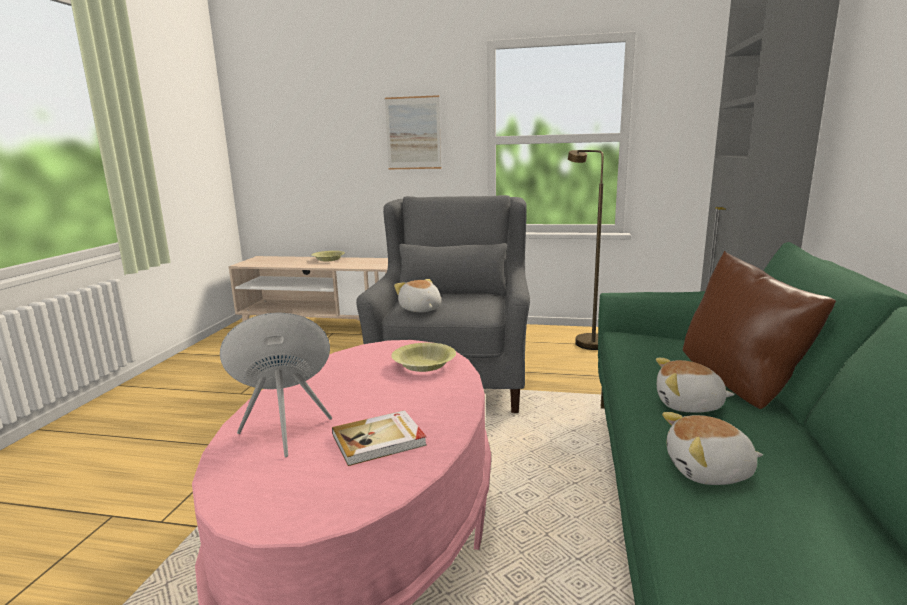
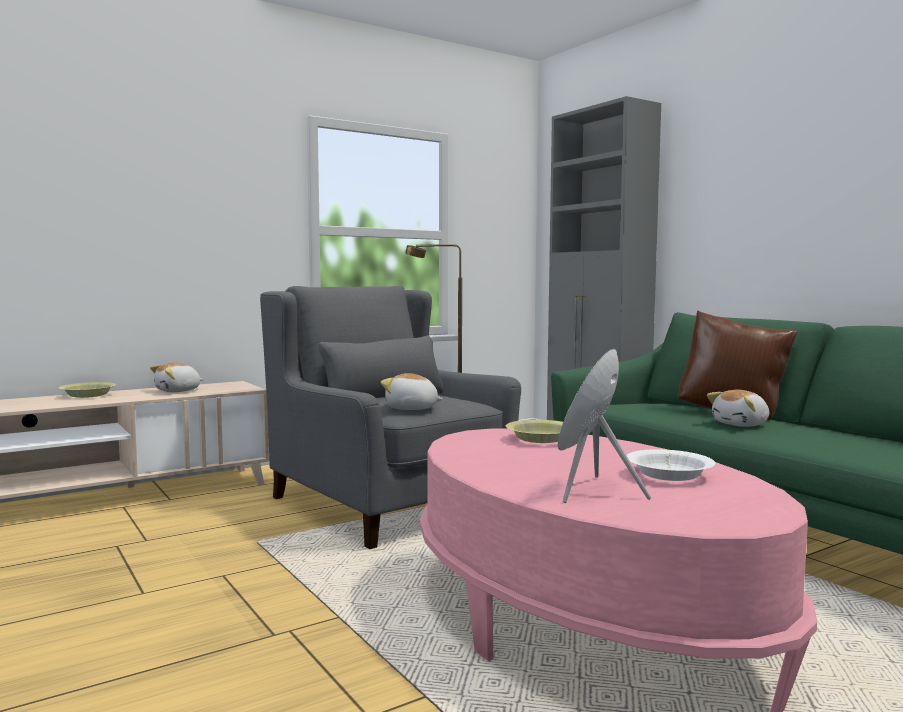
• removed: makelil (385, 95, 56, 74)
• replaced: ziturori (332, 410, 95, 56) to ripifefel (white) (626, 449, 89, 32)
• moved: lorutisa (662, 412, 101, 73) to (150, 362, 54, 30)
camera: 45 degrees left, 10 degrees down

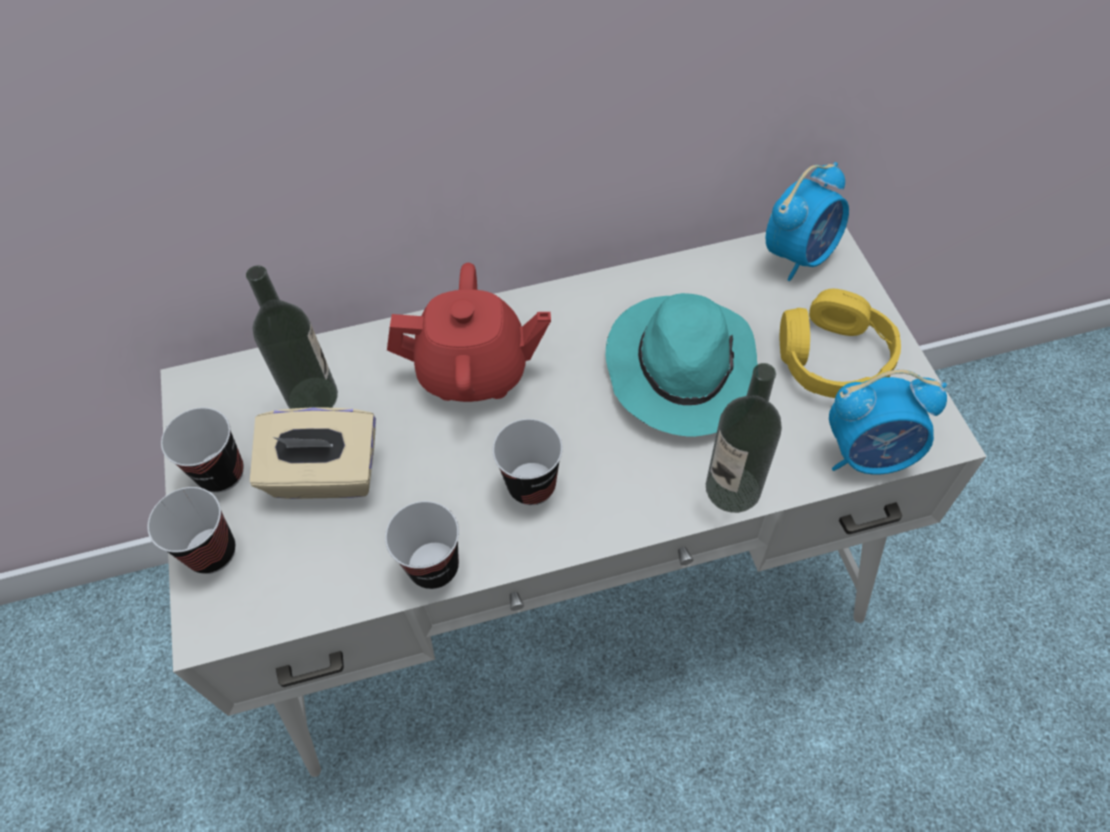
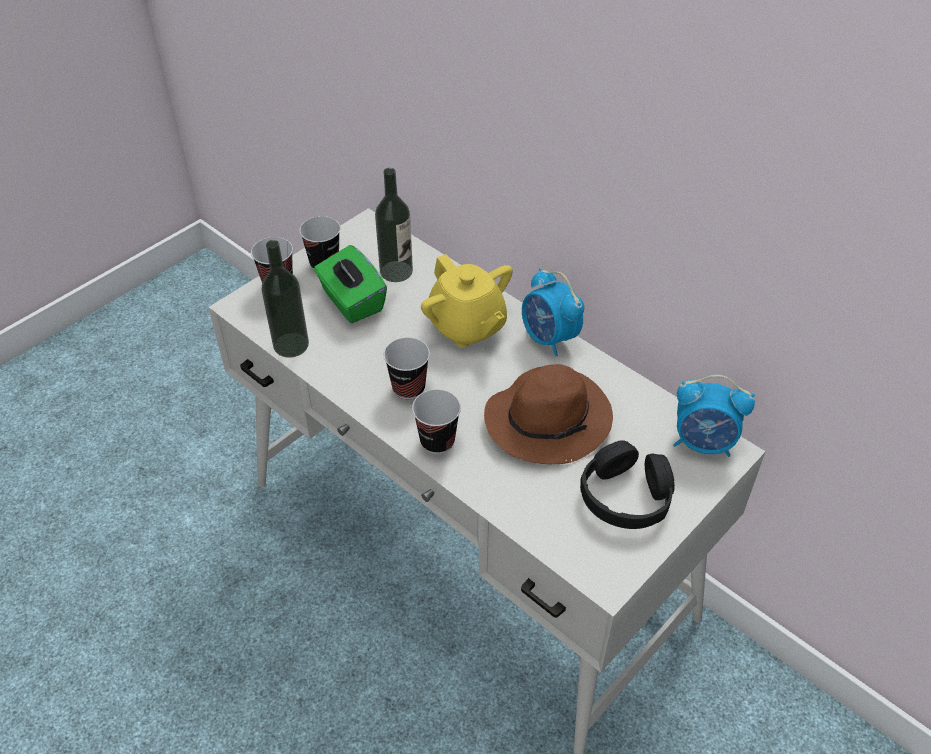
• recoloured: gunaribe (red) (387, 263, 164, 139) to gunaribe (yellow) (421, 254, 92, 94)
• recoloured: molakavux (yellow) (780, 289, 121, 109) to molakavux (black) (580, 440, 95, 89)
• recoloured: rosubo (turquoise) (606, 293, 152, 144) to rosubo (brown) (484, 364, 129, 100)
• moved: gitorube (706, 363, 76, 150) to (261, 240, 48, 118)
• moved: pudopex (829, 369, 118, 106) to (522, 269, 62, 87)
• recoloured: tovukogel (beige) (250, 407, 126, 92) to tovukogel (green) (314, 245, 73, 78)
• moved: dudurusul (385, 501, 74, 88) to (412, 389, 49, 65)
camera: 55 degrees right, 10 degrees down

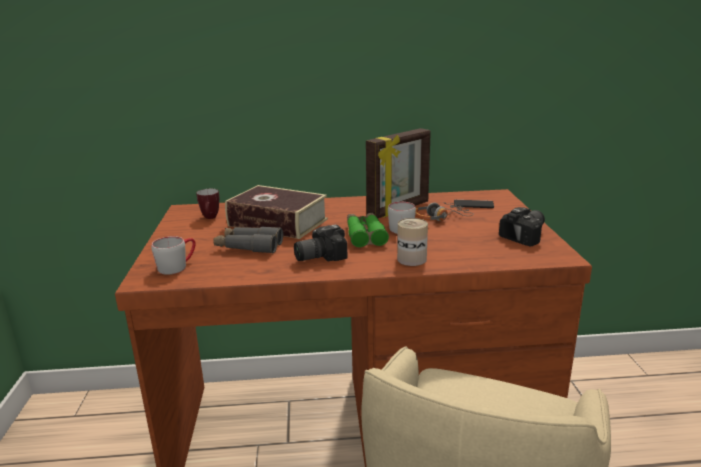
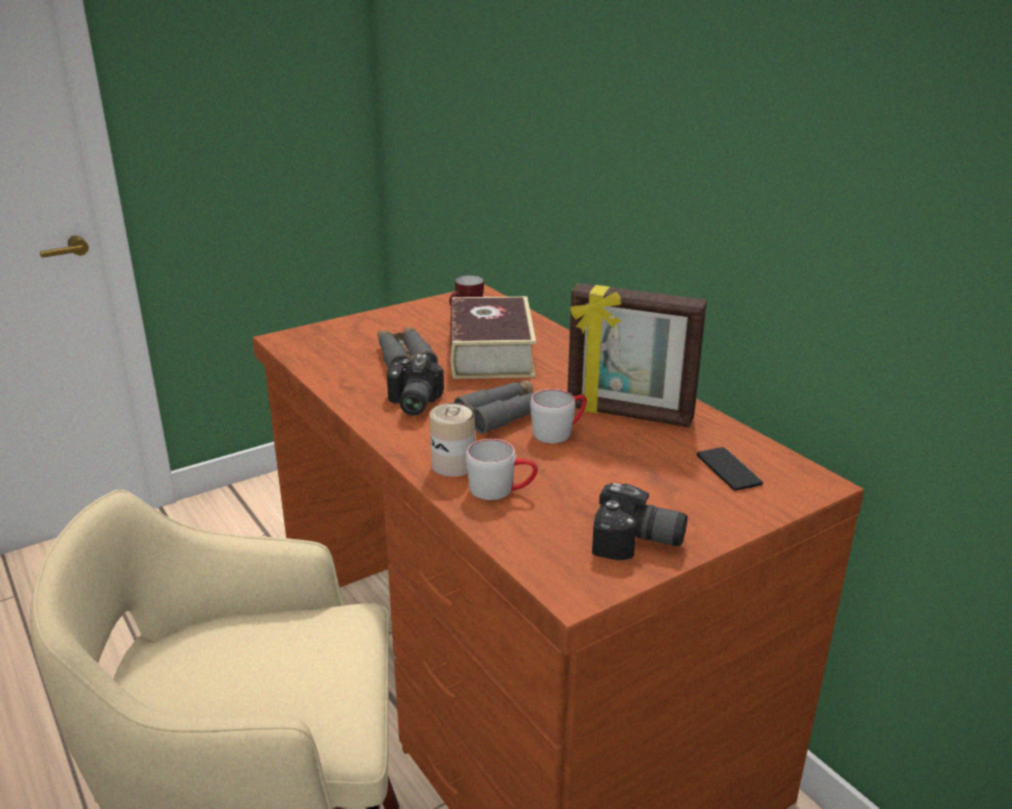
• removed: molakavux (415, 202, 59, 19)
• recoloured: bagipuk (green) (347, 213, 42, 35) to bagipuk (grey) (454, 380, 81, 54)
• turned: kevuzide (294, 224, 54, 37) = (387, 354, 57, 62) 120 degrees counterclockwise
• moved: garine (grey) (151, 236, 45, 39) to (466, 439, 72, 61)
camera: 60 degrees right, 5 degrees up

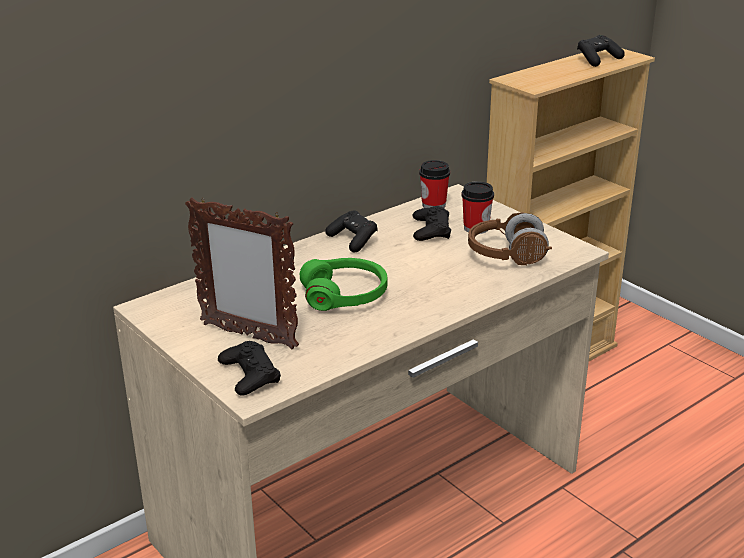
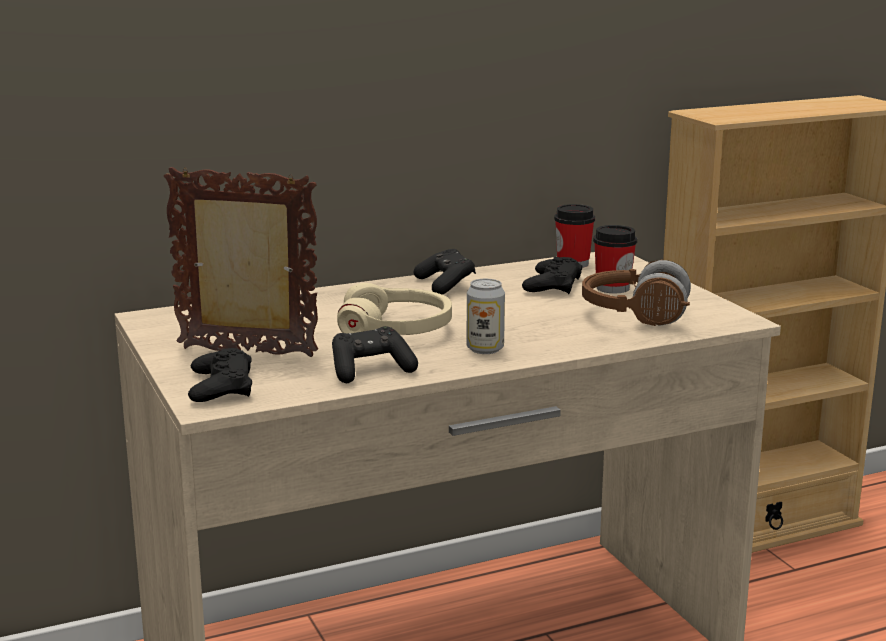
• moved: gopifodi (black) (577, 35, 48, 32) to (332, 326, 86, 57)
• turned: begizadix (185, 197, 114, 152) = (164, 167, 154, 190) 150 degrees clockwise
• recoloured: molakavux (green) (300, 258, 87, 53) to molakavux (beige) (337, 283, 115, 52)
• added: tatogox (467, 279, 38, 75)
camera: 15 degrees right, 10 degrees down

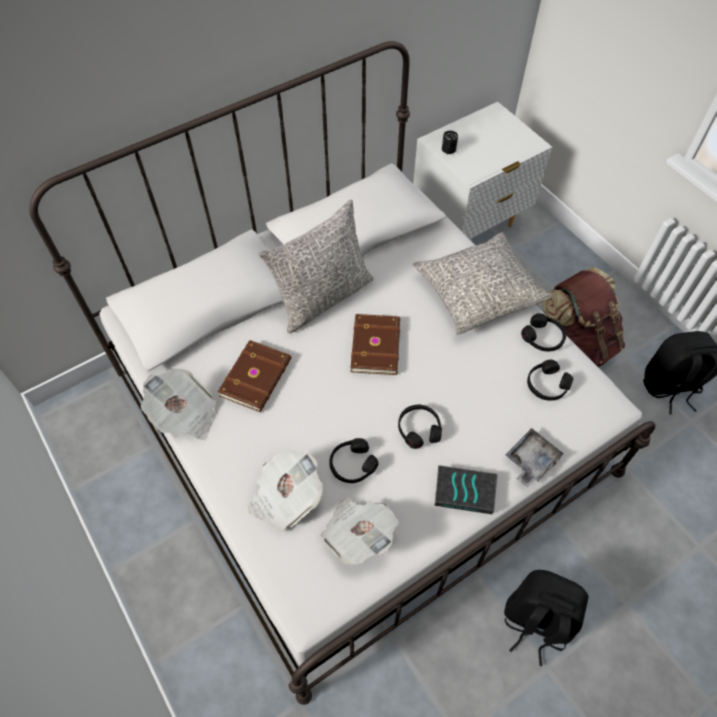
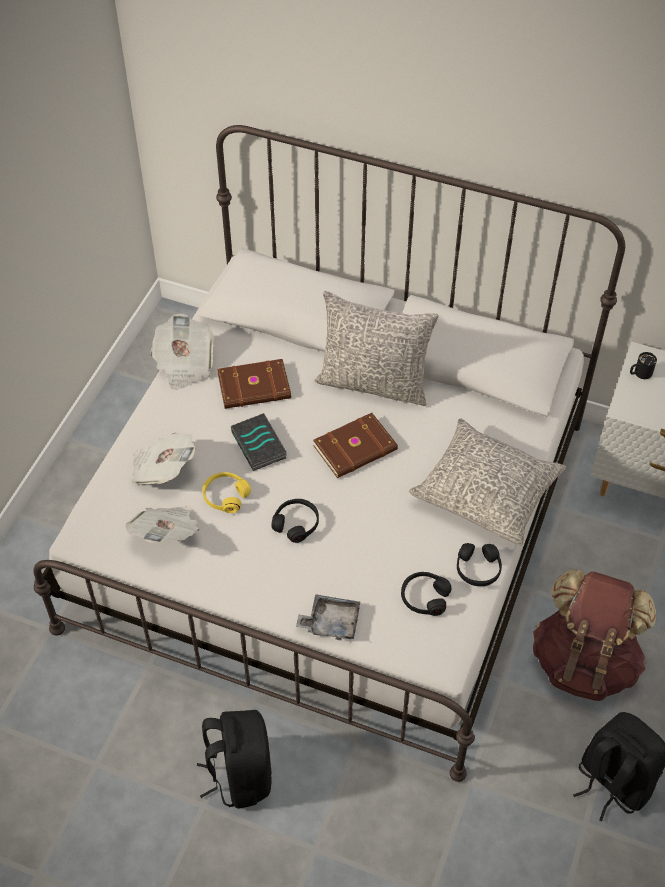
• recoloured: molakavux (black) (329, 438, 50, 45) to molakavux (yellow) (202, 472, 49, 41)
• moved: ziturori (434, 465, 64, 49) to (231, 413, 56, 58)
camera: 55 degrees right, 5 degrees down

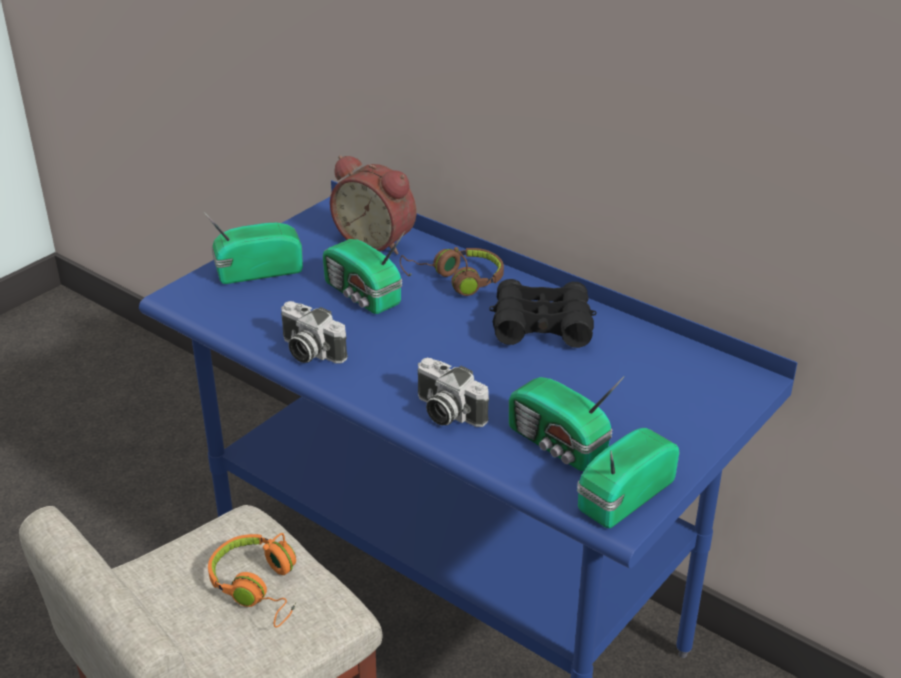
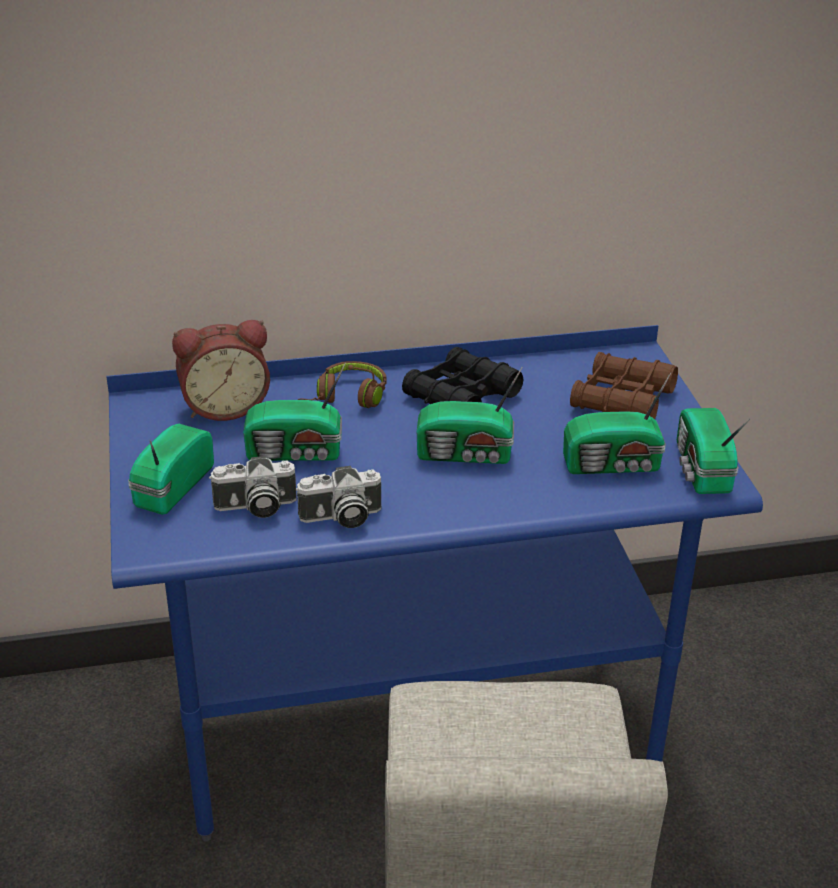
• moved: kevuzide (418, 358, 71, 69) to (209, 456, 87, 62)
• removed: molakavux (orange) (208, 533, 88, 94)
• added: bagipuk (brown) (570, 352, 108, 67)
• added: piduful (417, 366, 106, 98)
camera: 50 degrees left, 0 degrees up

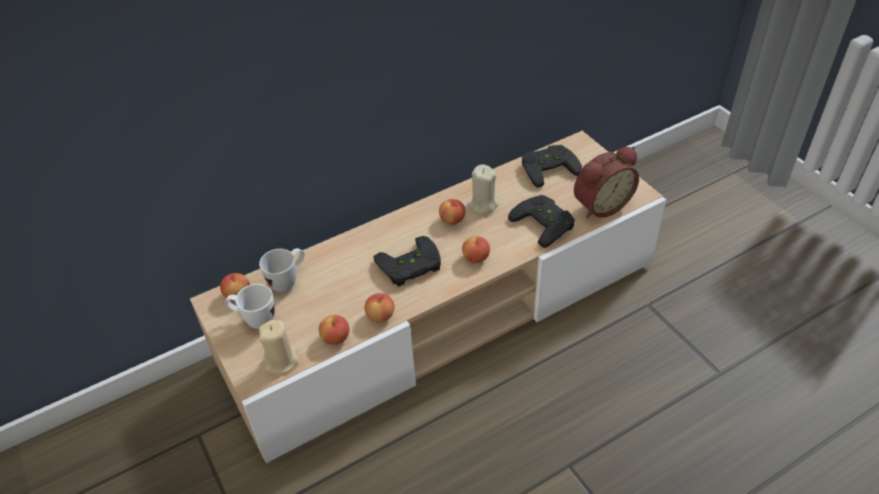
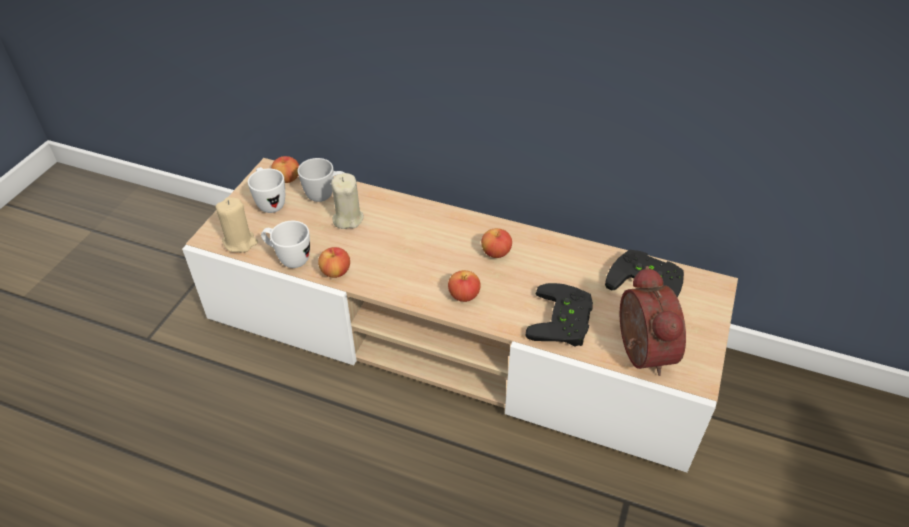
• turned: pudopex (574, 146, 65, 72) = (620, 266, 66, 110) 120 degrees counterclockwise
• moved: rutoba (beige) (467, 164, 31, 51) to (331, 173, 33, 56)
• removed: gopifodi (black) (374, 236, 67, 51)
• replaced: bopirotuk (319, 315, 30, 30) to garine (white) (261, 221, 49, 47)
camera: 50 degrees right, 0 degrees up

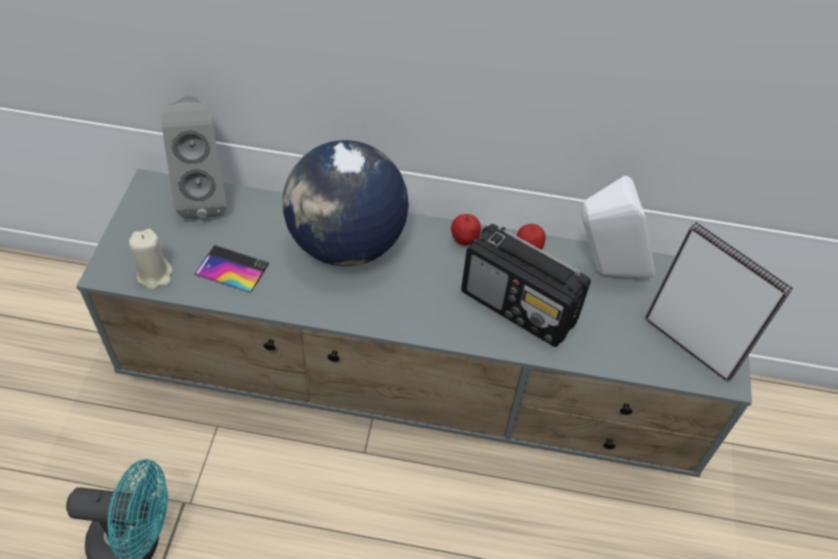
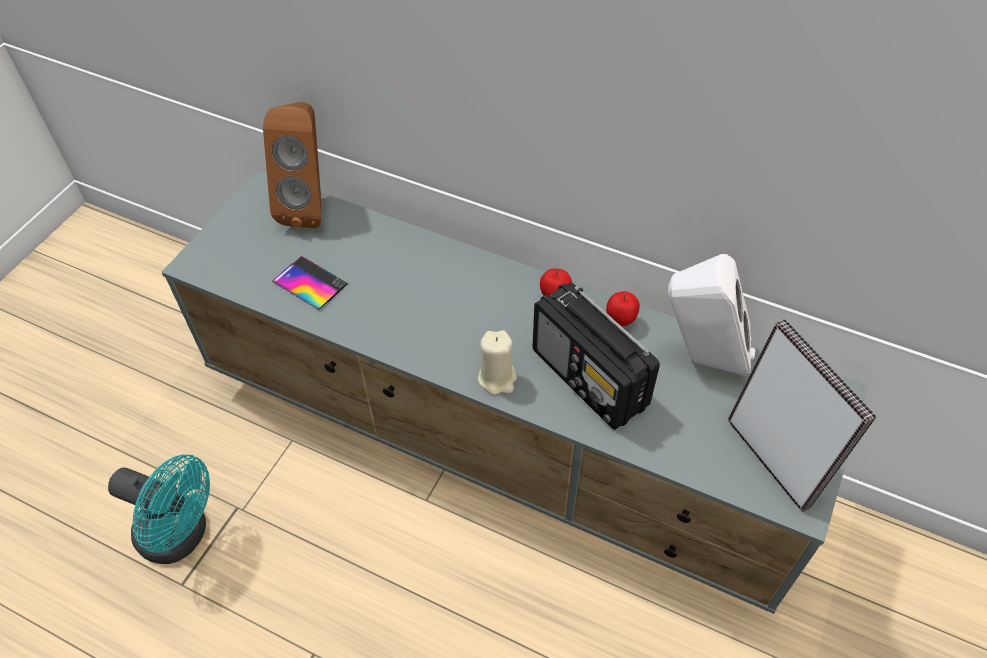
• recoloured: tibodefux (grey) (162, 96, 65, 123) to tibodefux (brown) (263, 102, 58, 126)
• removed: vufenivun (283, 140, 126, 126)
• moved: rutoba (beige) (129, 229, 44, 60) to (478, 330, 39, 65)
camera: 20 degrees right, 0 degrees up

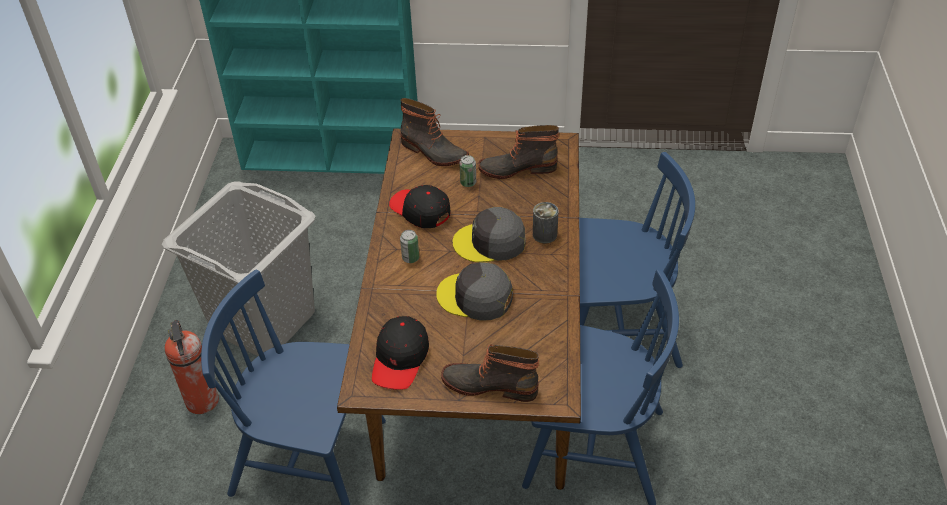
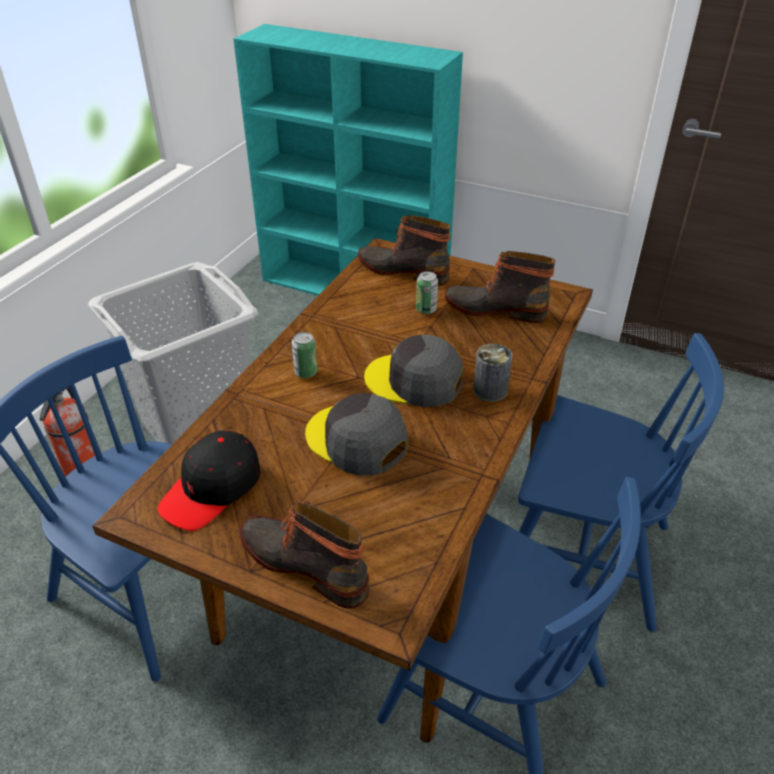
• turned: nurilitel (400, 98, 69, 68) = (358, 215, 92, 71) 150 degrees clockwise
• removed: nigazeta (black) (389, 185, 62, 43)
camera: 20 degrees right, 5 degrees down

